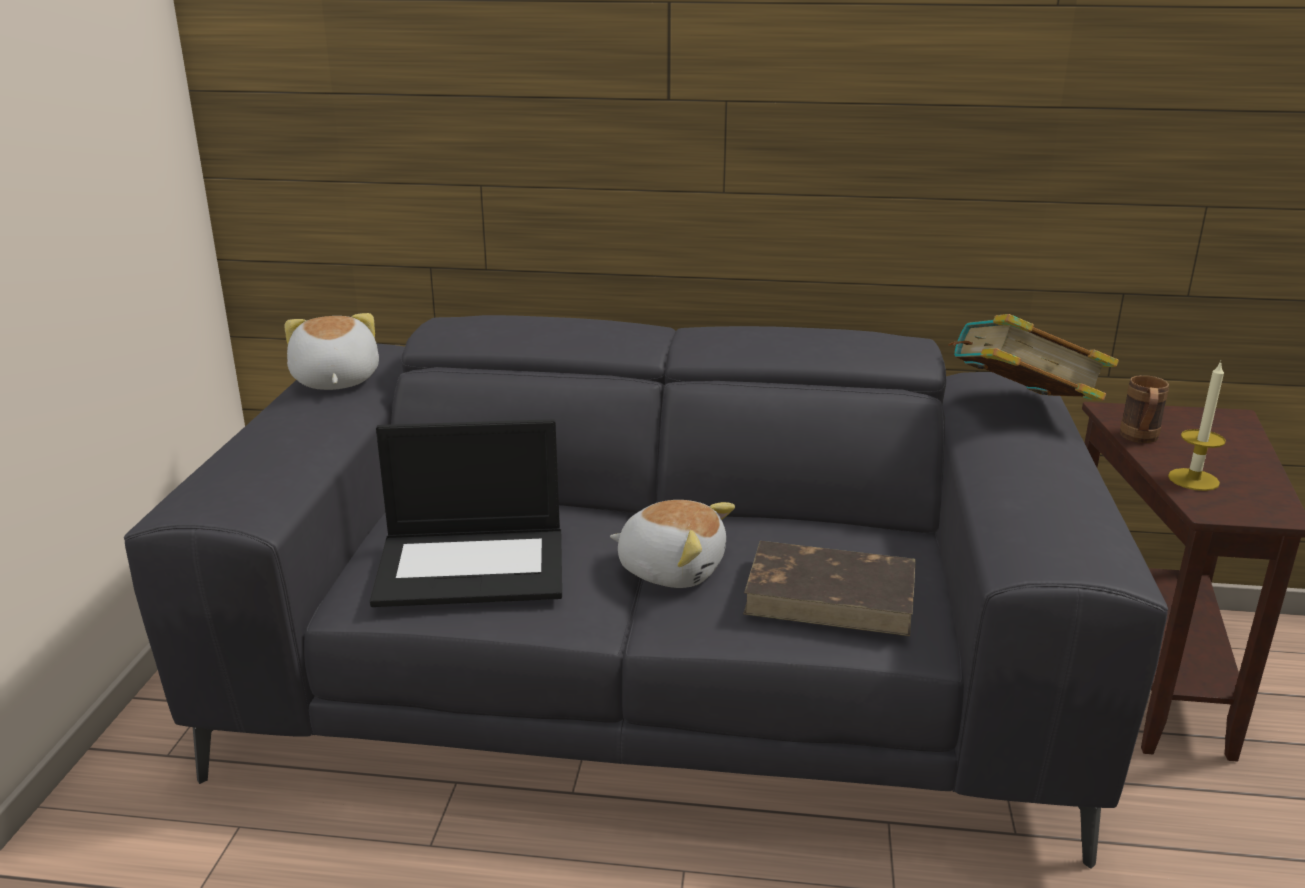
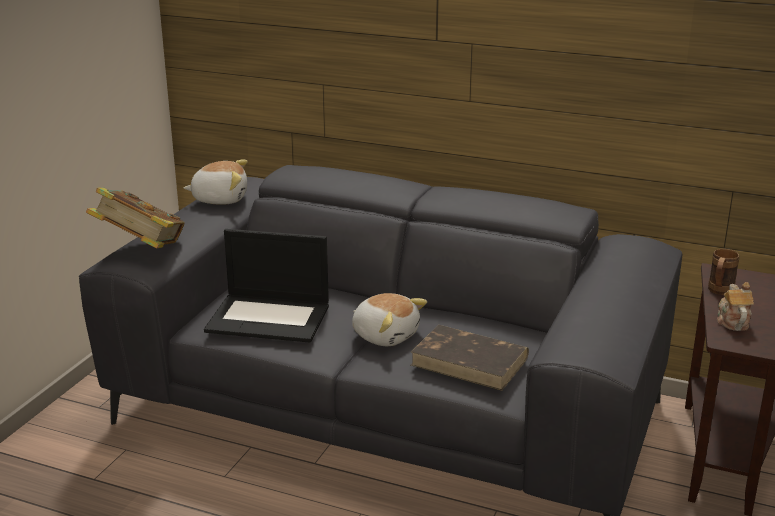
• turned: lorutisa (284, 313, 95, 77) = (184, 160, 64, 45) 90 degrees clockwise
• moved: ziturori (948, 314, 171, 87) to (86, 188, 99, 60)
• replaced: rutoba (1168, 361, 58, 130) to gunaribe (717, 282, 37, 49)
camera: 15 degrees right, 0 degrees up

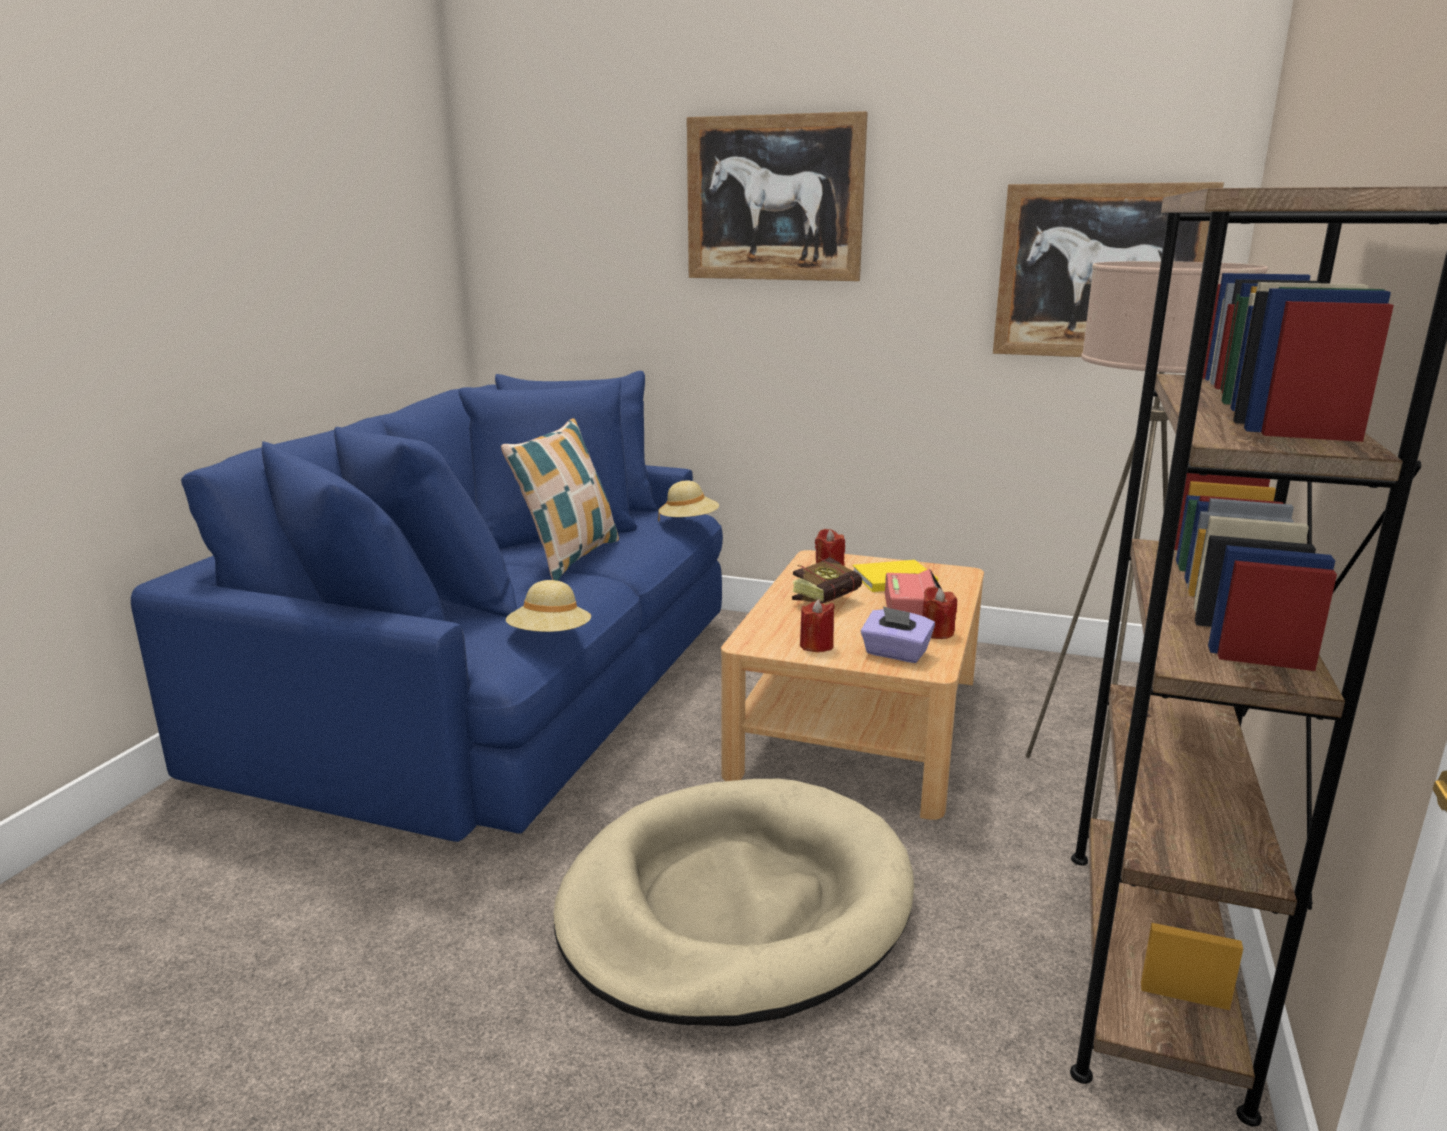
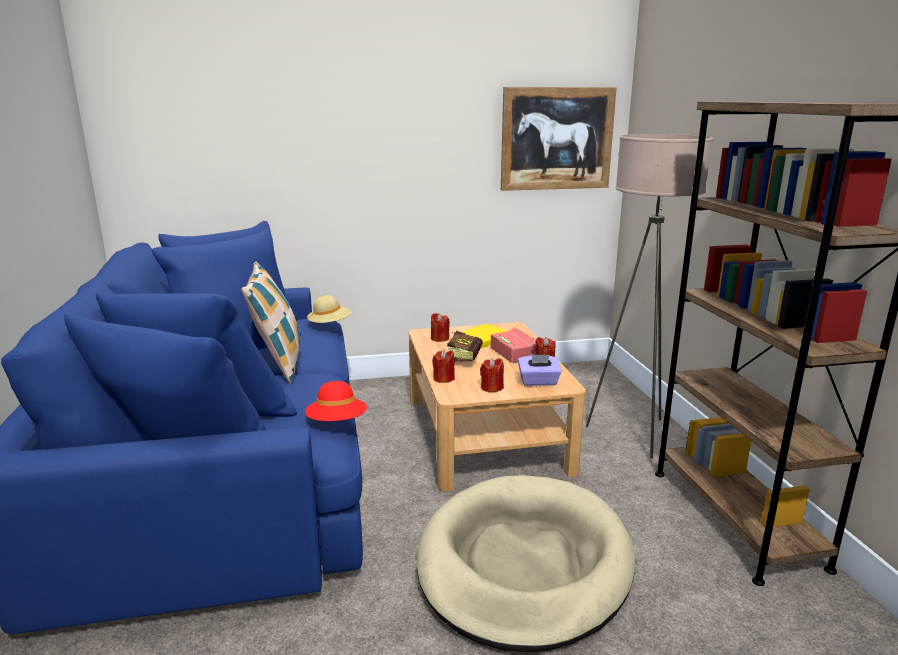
• removed: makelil (687, 111, 181, 170)
• recoloured: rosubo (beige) (506, 580, 85, 52) to rosubo (red) (305, 381, 62, 40)
• added: rutoba (red) (432, 349, 23, 34)
camera: 30 degrees left, 0 degrees up

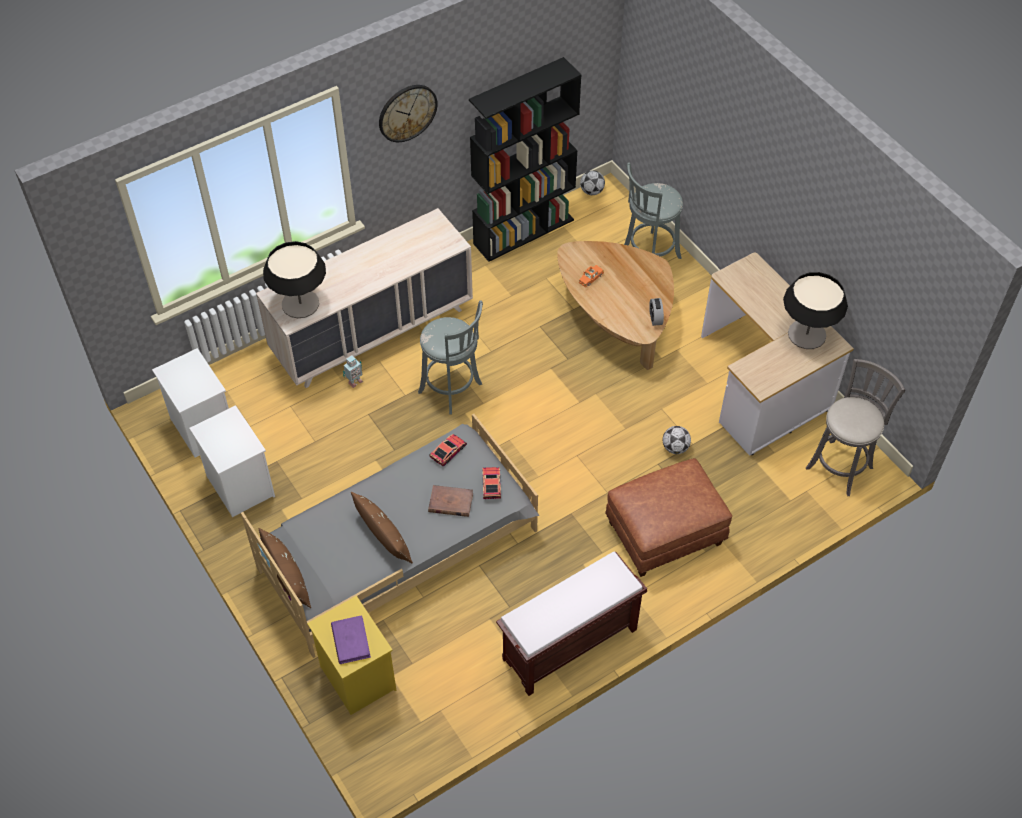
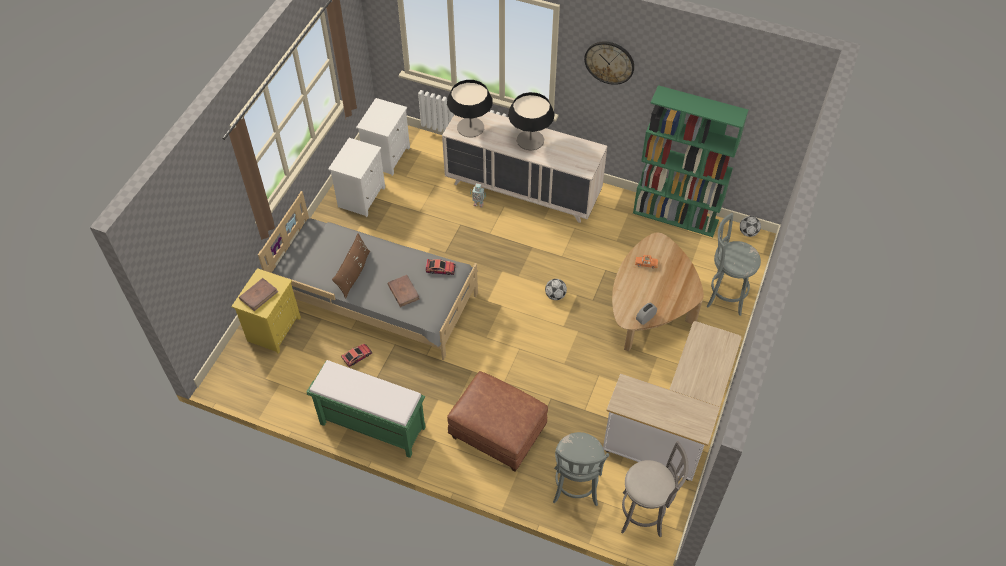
• recoloured: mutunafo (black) (469, 57, 112, 205) to mutunafo (green) (633, 85, 115, 152)
• moved: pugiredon (783, 272, 65, 77) to (508, 92, 47, 59)
• moved: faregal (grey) (418, 300, 65, 115) to (553, 432, 56, 74)
• moved: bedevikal (662, 426, 29, 28) to (545, 279, 22, 21)
• moved: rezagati (482, 467, 19, 32) to (341, 344, 31, 23)
• removed: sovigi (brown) (258, 528, 53, 80)
• recoloured: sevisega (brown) (496, 551, 151, 145) to sevisega (green) (306, 360, 120, 98)
• recoloured: ziturori (purple) (331, 615, 40, 49) to ziturori (brown) (239, 278, 40, 33)
camera: 55 degrees right, 0 degrees up

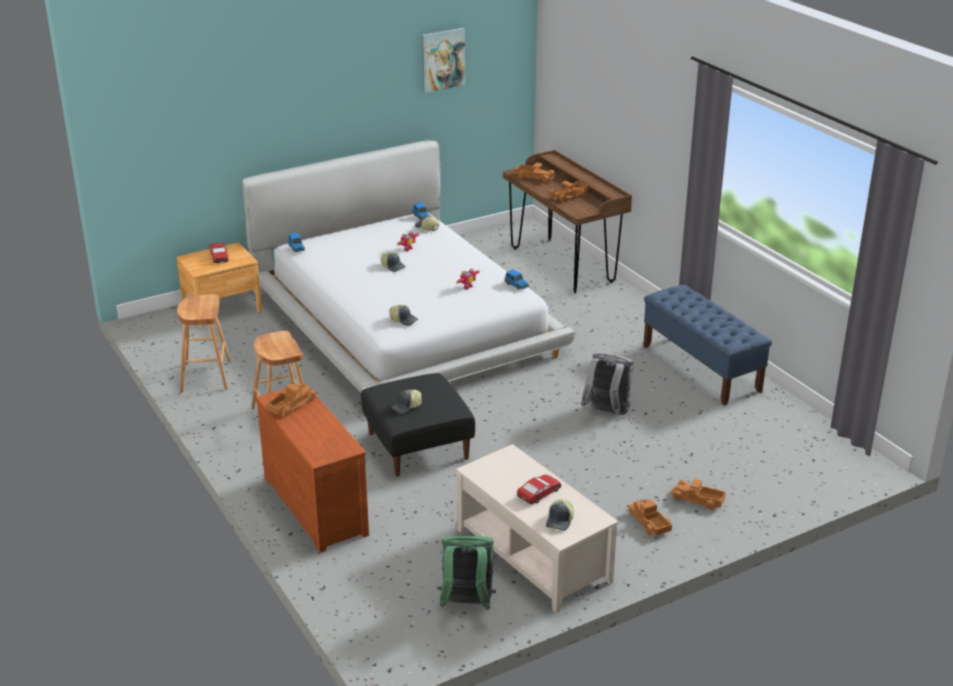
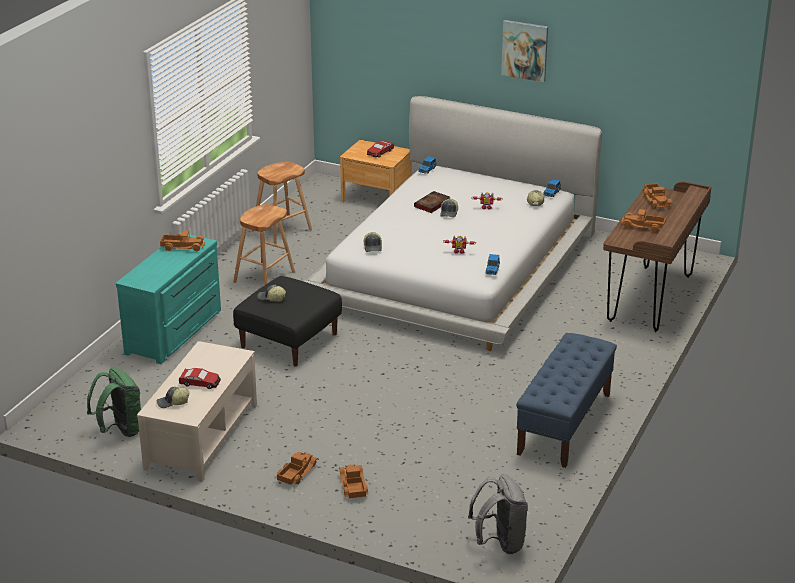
• moved: makelil (422, 28, 43, 65) to (501, 20, 47, 62)
• moved: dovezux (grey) (581, 353, 53, 62) to (468, 474, 60, 80)
• recoloured: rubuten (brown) (256, 383, 113, 170) to rubuten (turquoise) (116, 232, 105, 132)
• added: ziturori (414, 191, 36, 22)
camera: 55 degrees right, 0 degrees up

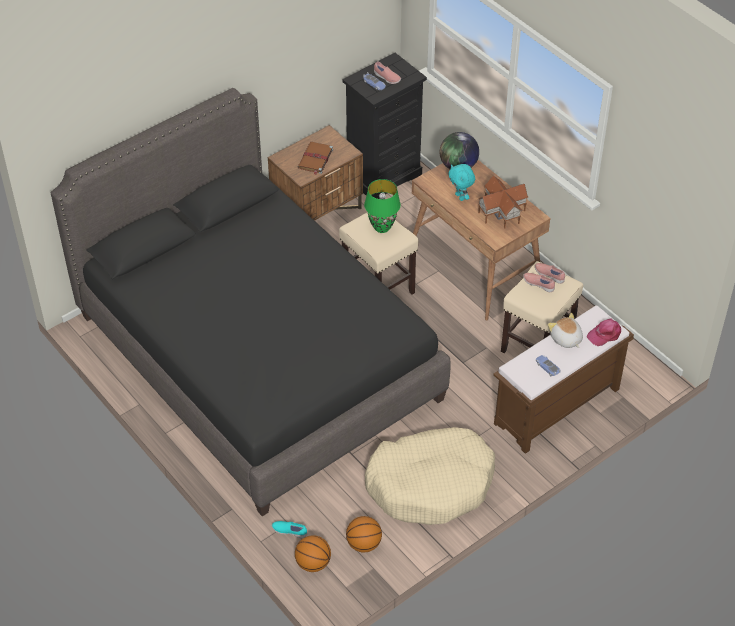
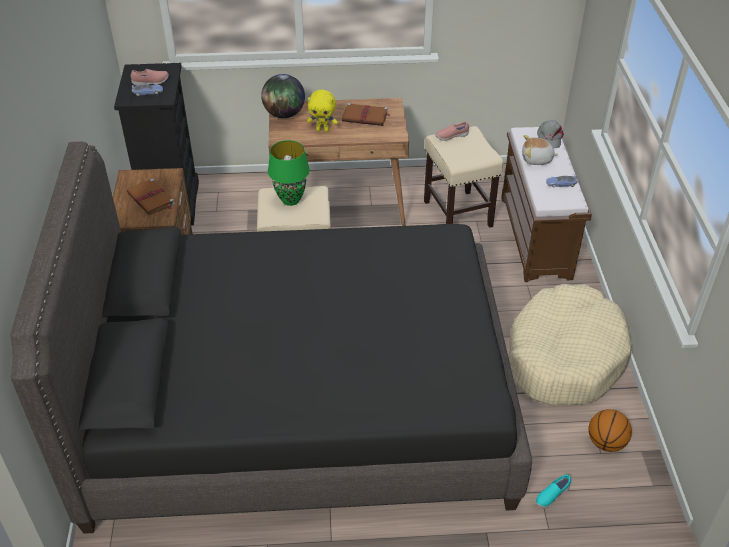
• recoloured: lorutisa (turquoise) (448, 164, 27, 37) to lorutisa (yellow) (307, 90, 31, 42)
• replaced: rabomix (478, 176, 50, 53) to ziturori (brown) (342, 103, 48, 23)
• removed: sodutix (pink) (523, 273, 32, 19)
• recoloured: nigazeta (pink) (586, 318, 35, 28) to nigazeta (grey) (537, 120, 27, 28)
• removed: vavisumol (295, 535, 36, 37)
camera: 55 degrees left, 5 degrees down

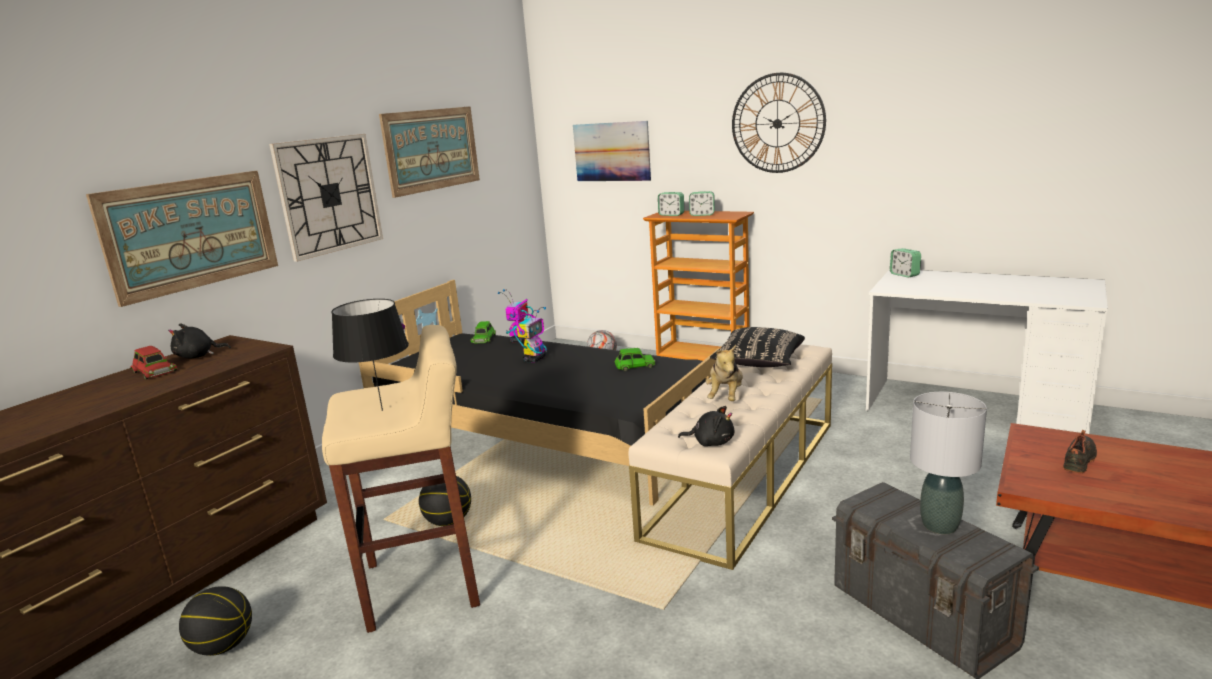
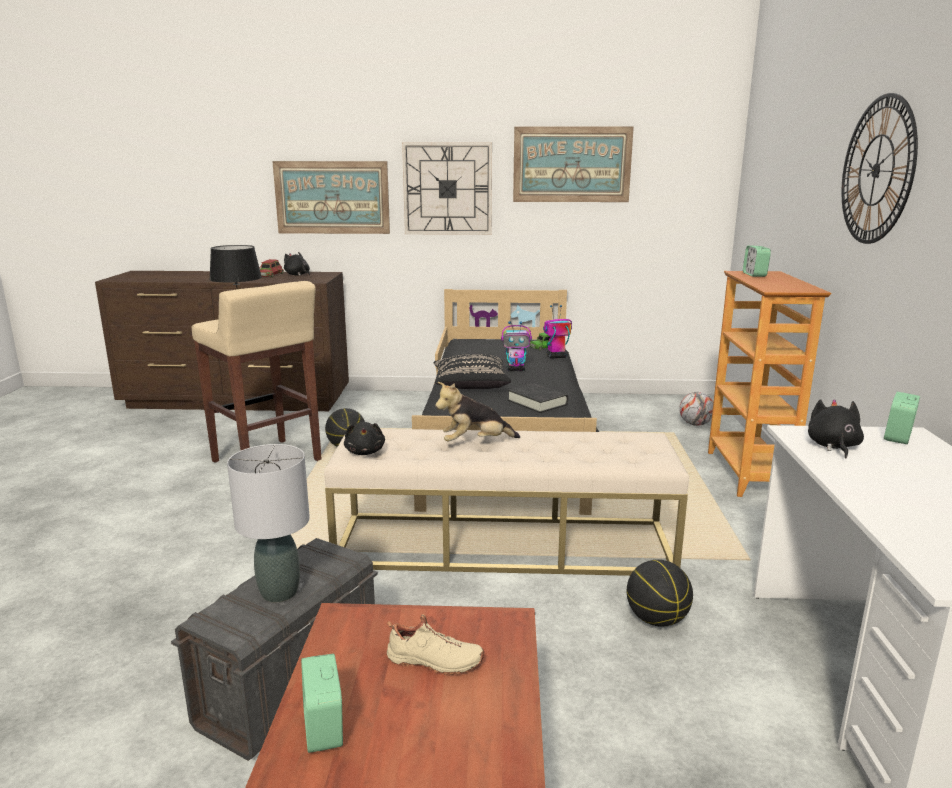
• removed: makelil (573, 121, 78, 60)
• moved: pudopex (689, 191, 26, 25) to (301, 654, 42, 99)
• moved: sovigi (black) (710, 327, 95, 40) to (433, 354, 78, 35)
• replaced: rezagati (green) (614, 348, 41, 23) to ziturori (black) (508, 383, 60, 30)
• recoloured: sodutix (black) (1063, 430, 34, 43) to sodutix (beige) (387, 614, 97, 61)
• moved: vavisumol (179, 586, 73, 70) to (627, 560, 66, 67)
• added: lorutisa (black) (808, 399, 56, 59)
camera: 60 degrees right, 0 degrees up

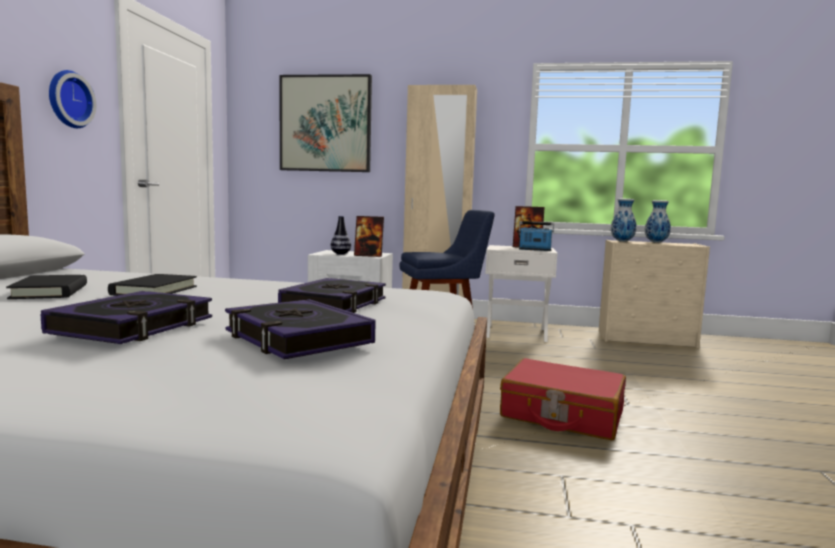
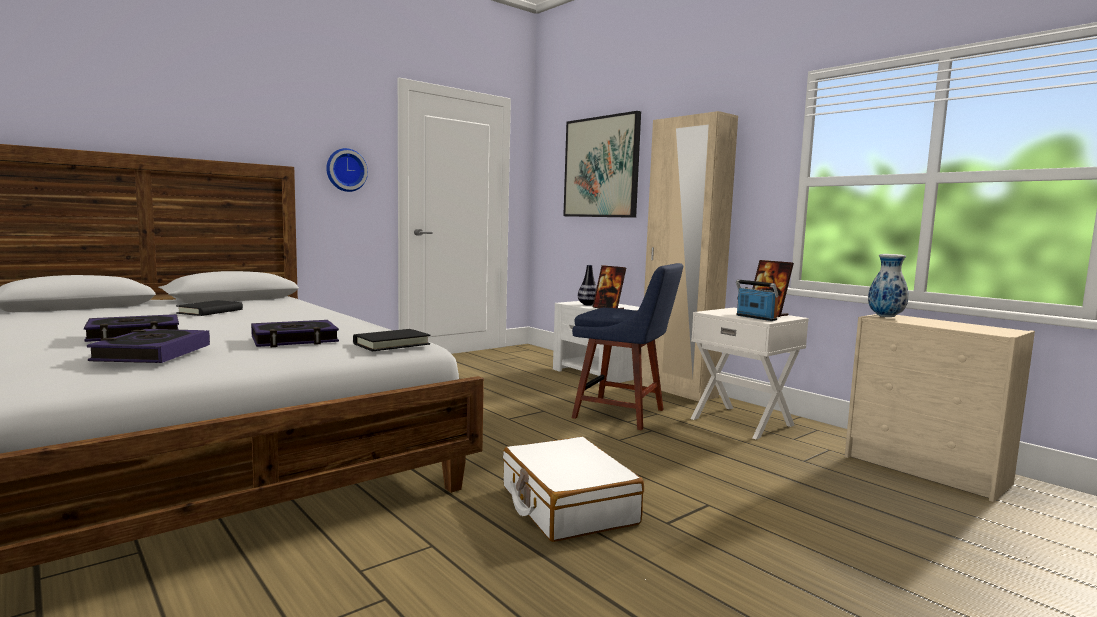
• removed: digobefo (645, 200, 26, 43)
• moved: ziturori (black) (108, 274, 89, 22) to (353, 329, 77, 22)
• recoloured: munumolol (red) (500, 358, 126, 82) to munumolol (white) (503, 437, 141, 105)
camera: 40 degrees right, 0 degrees up

